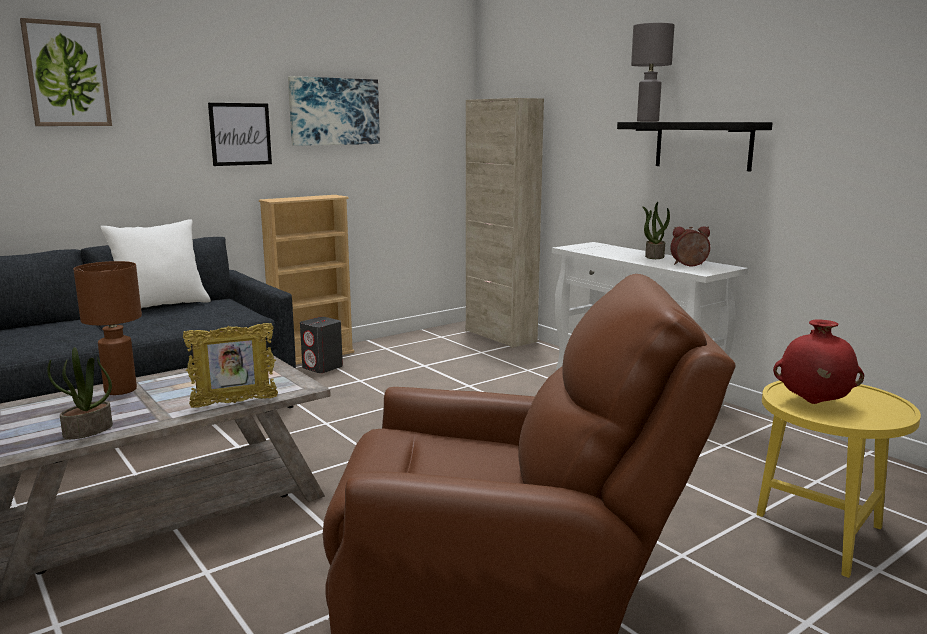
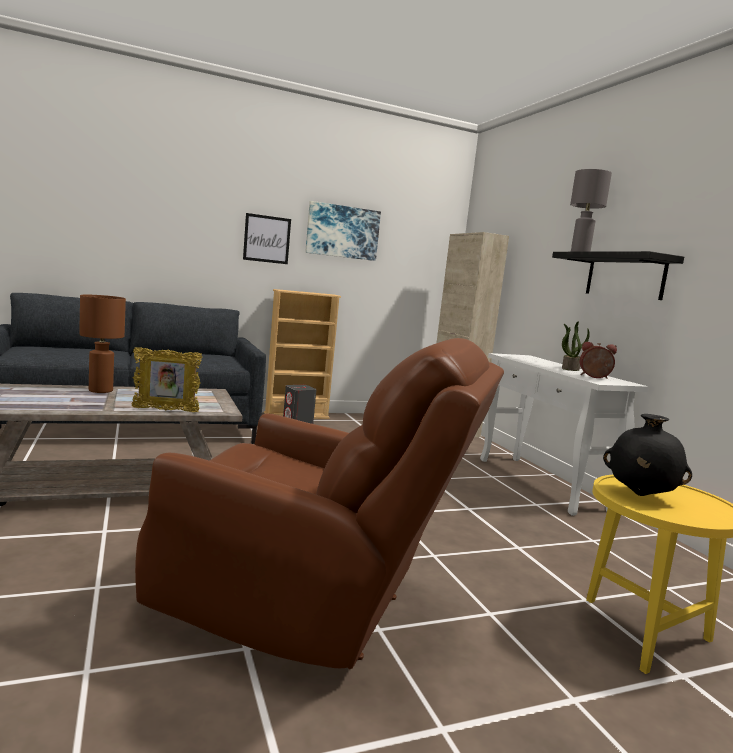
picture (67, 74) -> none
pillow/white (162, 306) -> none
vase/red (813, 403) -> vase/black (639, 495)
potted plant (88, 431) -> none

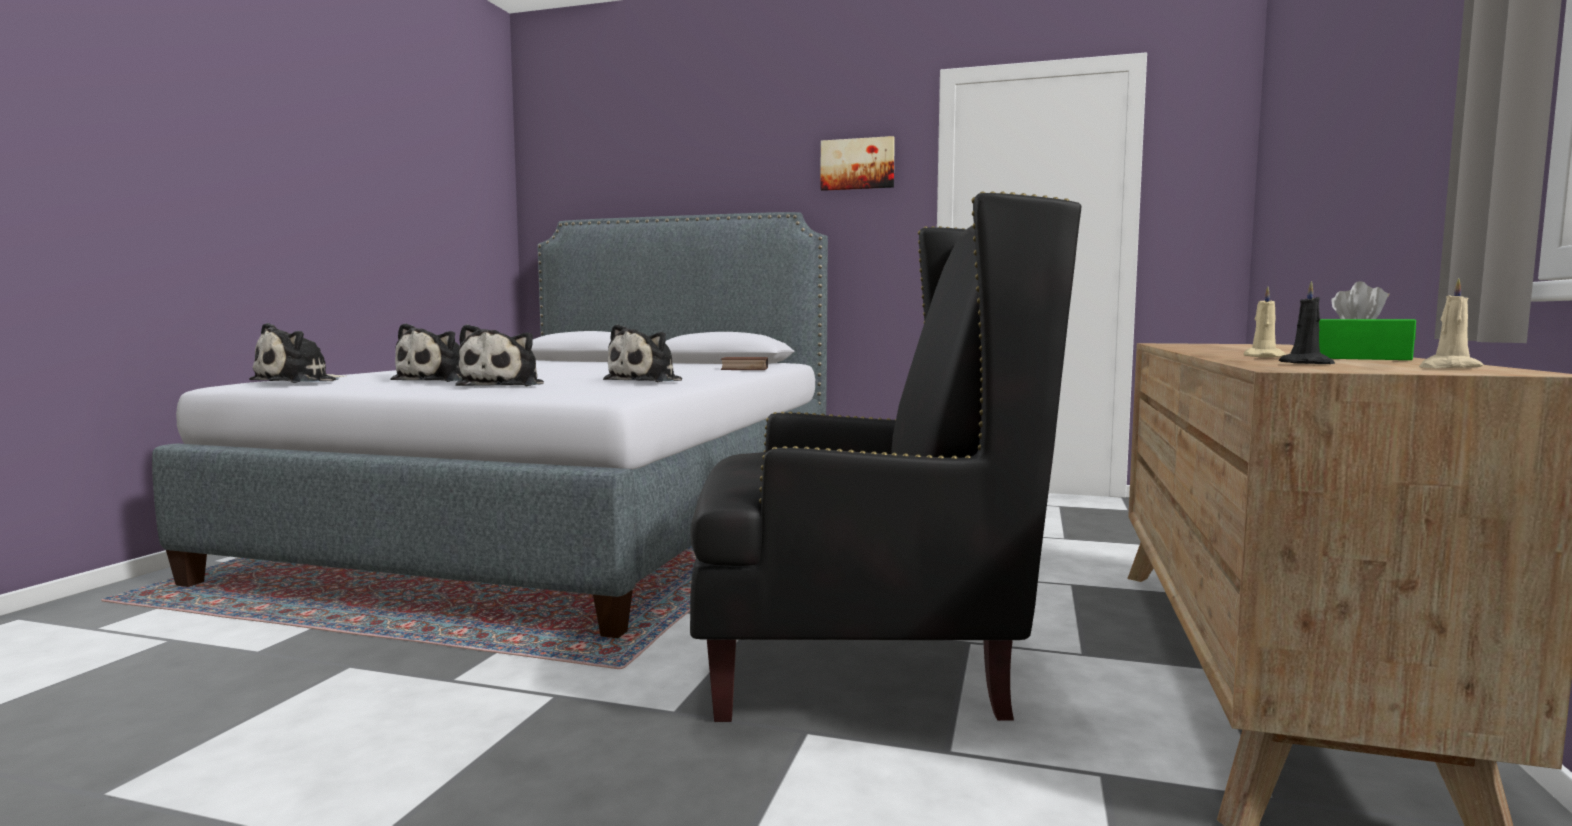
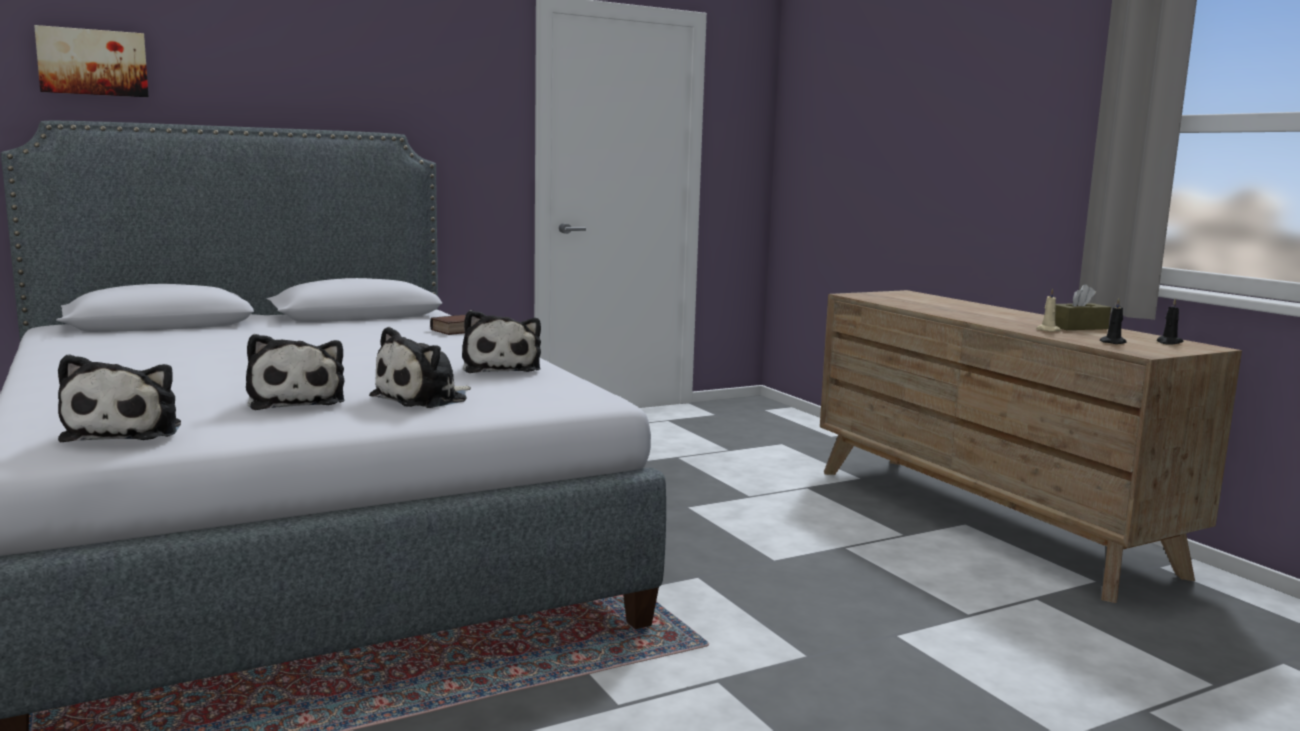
picture (857, 164) -> picture (93, 62), relocated
armchair/black (859, 671) -> none
candle/beige (1448, 367) -> candle/black (1168, 342)
tissue box/green (1353, 358) -> tissue box/brown (1078, 327)
plush toy (505, 385) -> plush toy (424, 398), 75 degrees clockwise

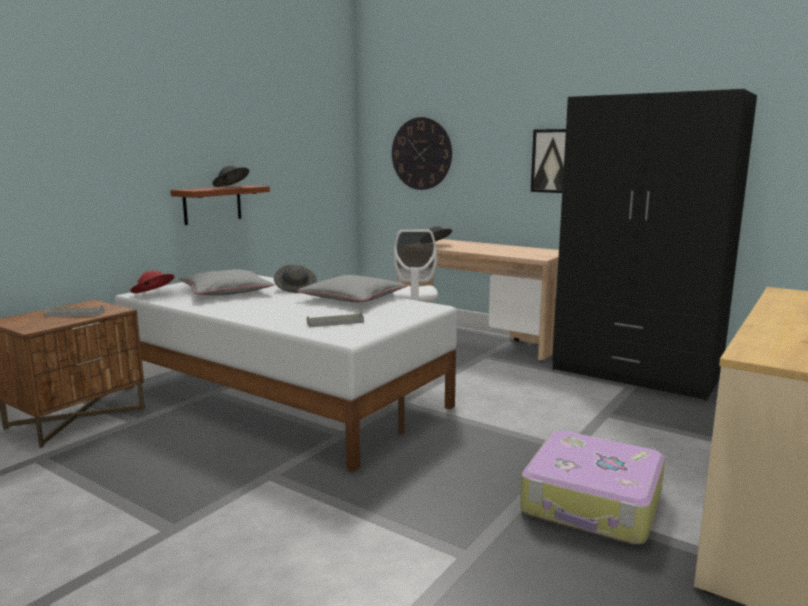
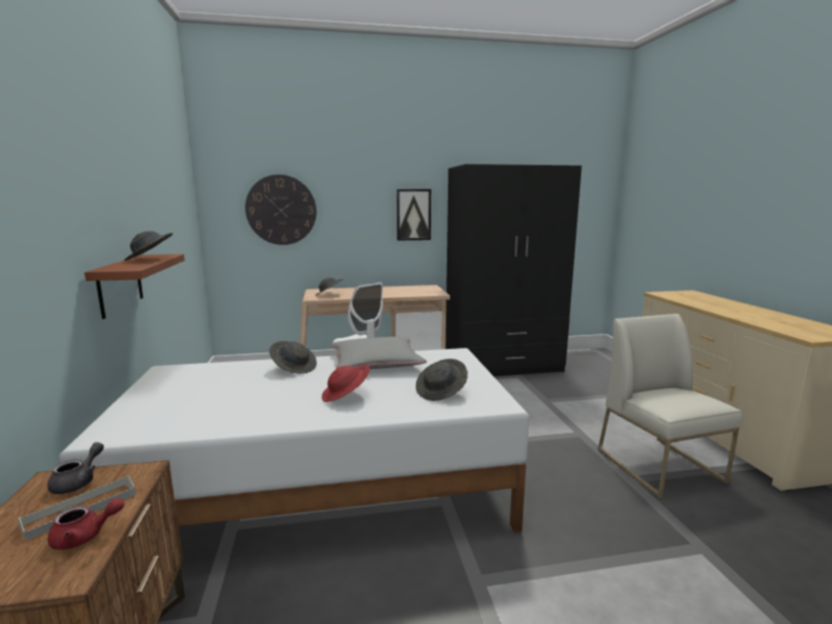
pillow/grey (226, 291) -> none
hat/red (153, 294) -> hat/red (346, 396), relocated
tray/grey (335, 322) -> hat/grey (441, 392)
suitcase (593, 503) -> chair/white (660, 466)
none -> teapot/grey (79, 482)
none -> teapot/red (84, 536)

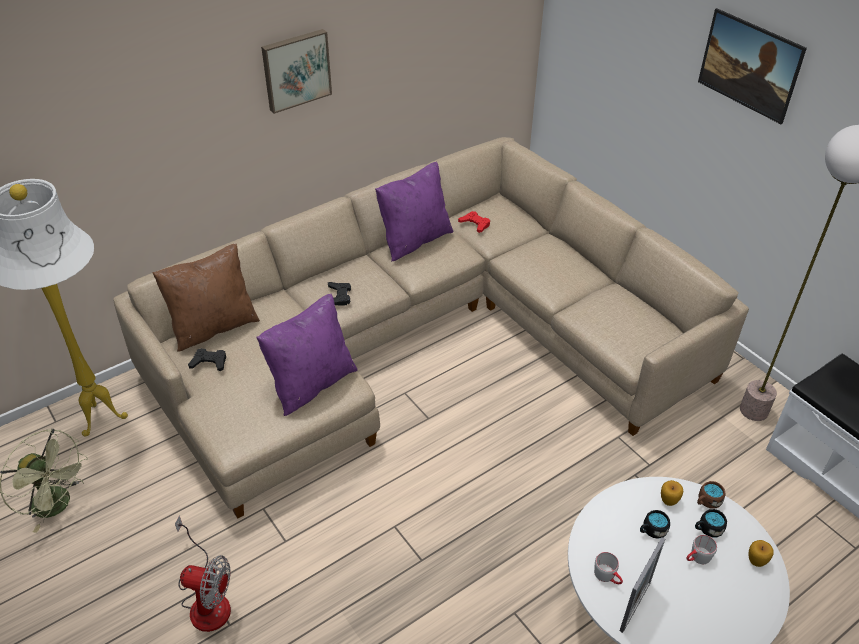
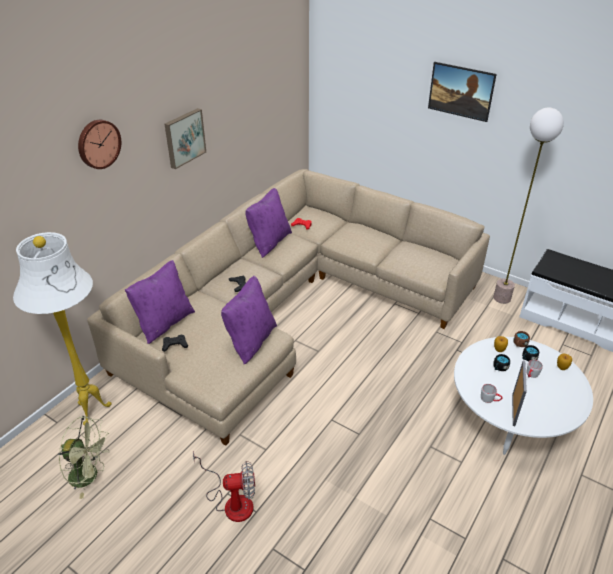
pillow/brown (214, 327) -> pillow/purple (164, 323)
none -> wall clock (98, 143)

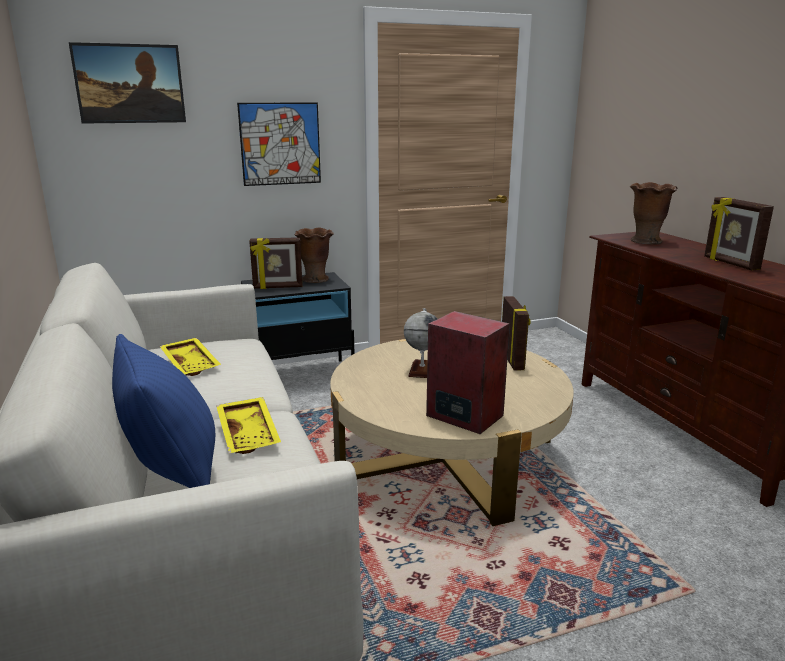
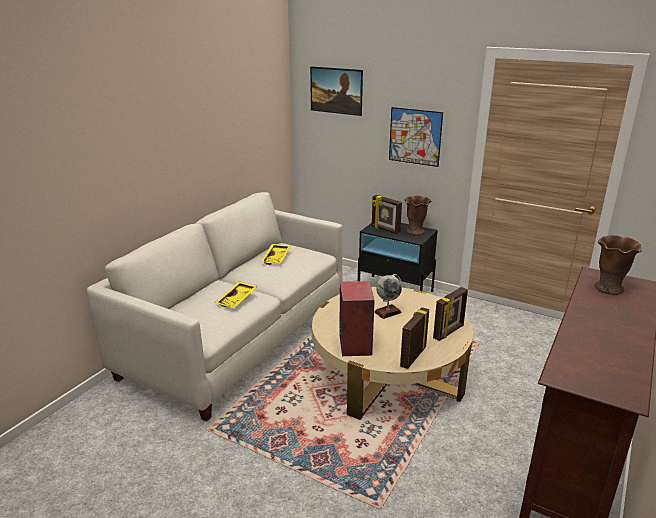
picture frame (730, 263) -> picture frame (412, 356), relocated
pillow/blue (173, 470) -> none

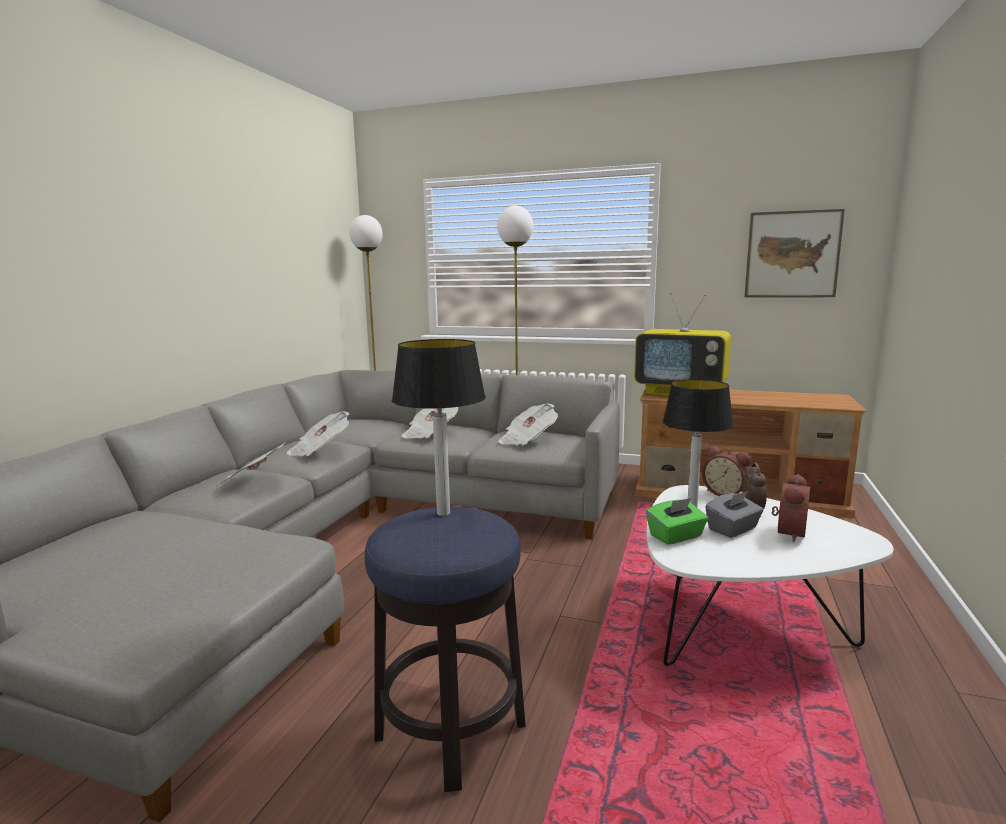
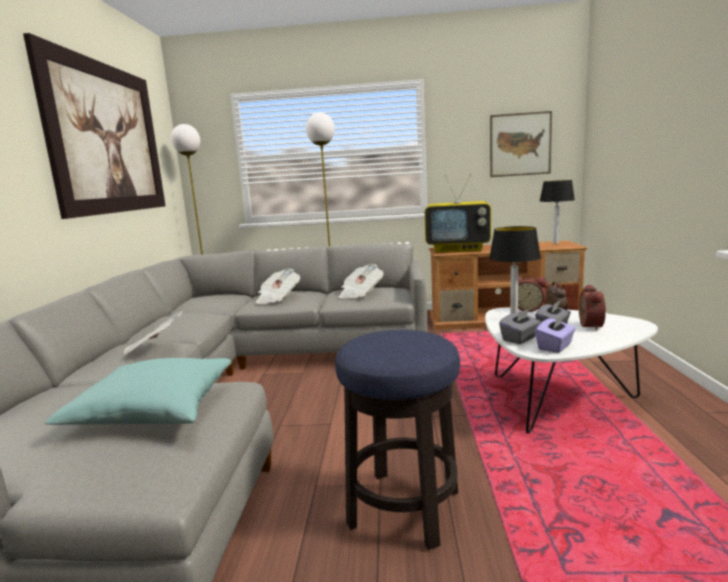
table lamp (444, 513) -> table lamp (555, 243), relocated
newspaper (320, 450) -> none
tissue box/green (676, 536) -> tissue box/grey (520, 338)
none -> picture (107, 139)
none -> tissue box/purple (555, 346)
none -> pillow/turquoise (154, 411)

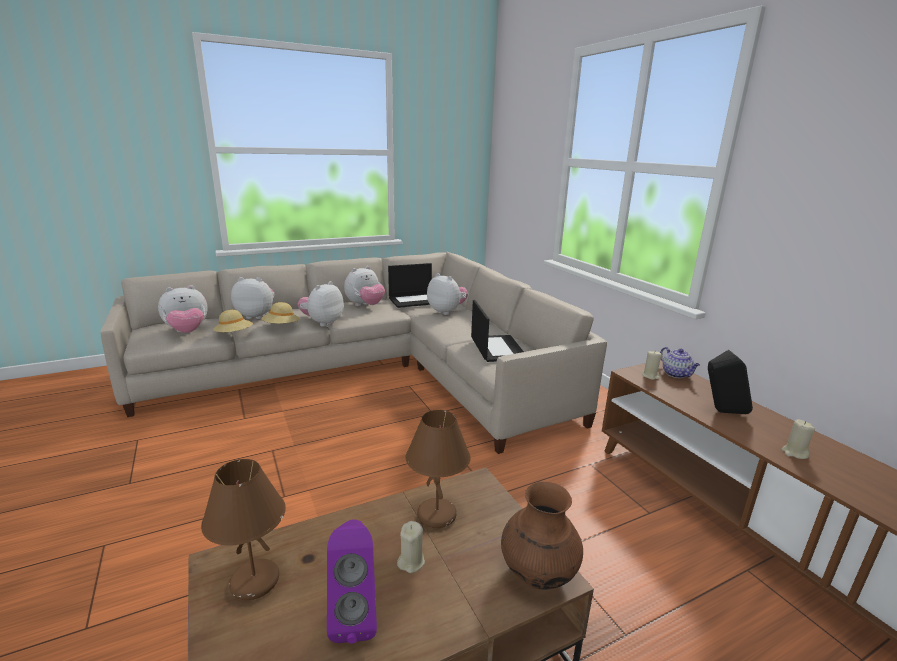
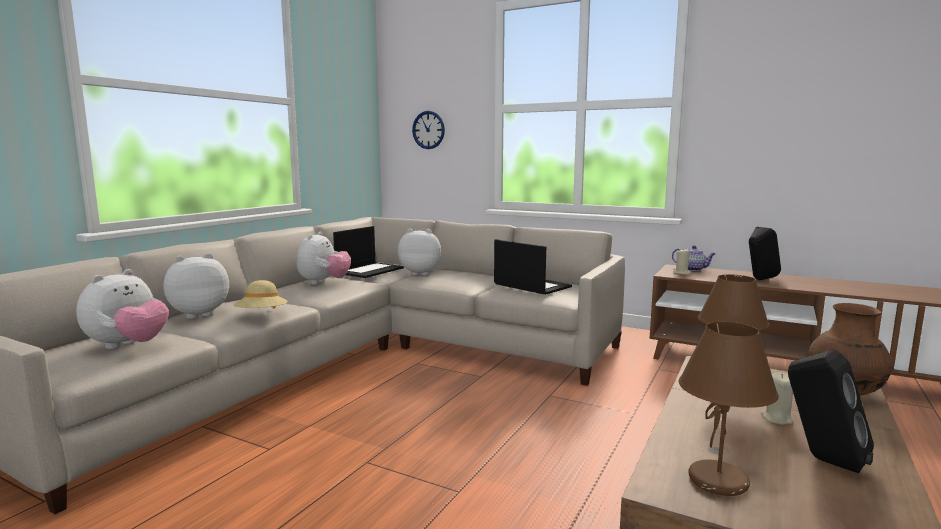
plush toy (322, 322) -> none
hat/beige (234, 335) -> none
candle/beige (794, 453) -> none
speaker/purple (355, 615) -> speaker/black (822, 460)
none -> wall clock (428, 130)

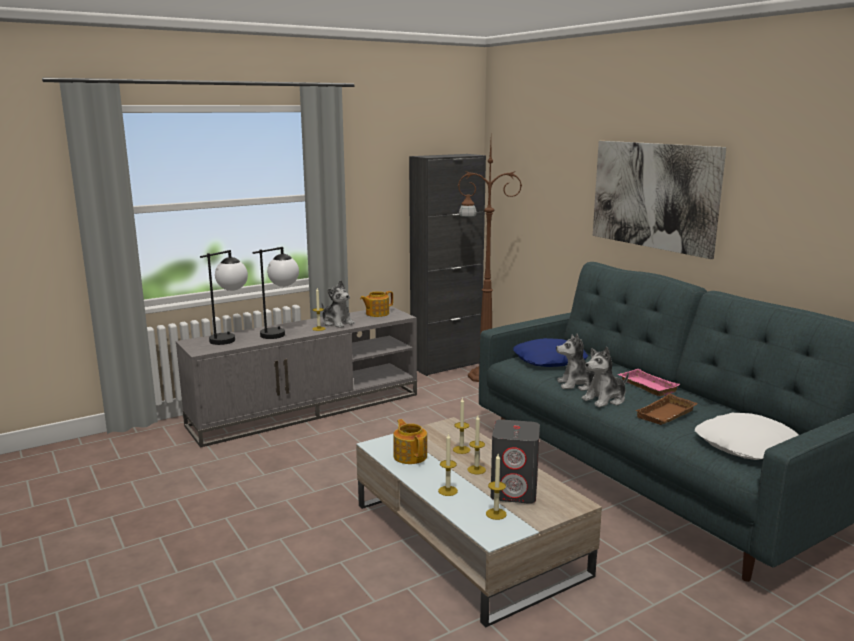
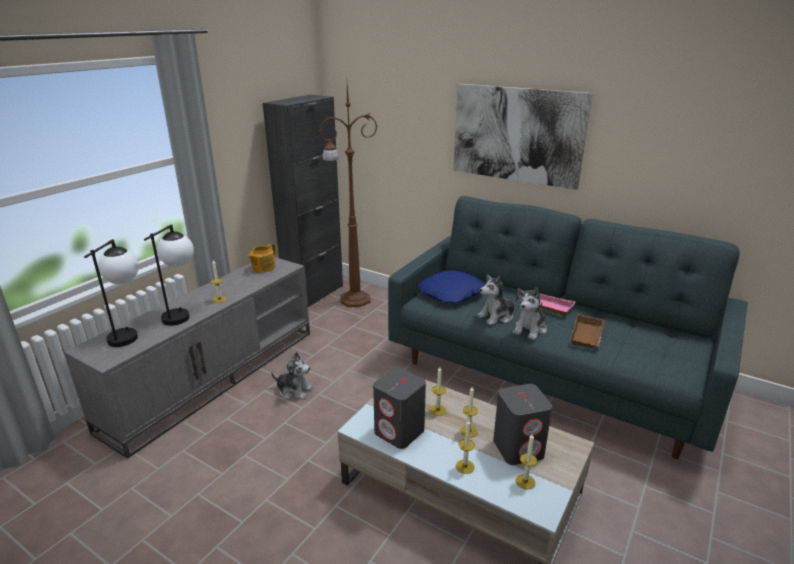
plush toy (337, 323) -> plush toy (294, 390), relocated
pillow/white (747, 446) -> none
teapot (410, 456) -> speaker/grey (400, 432)

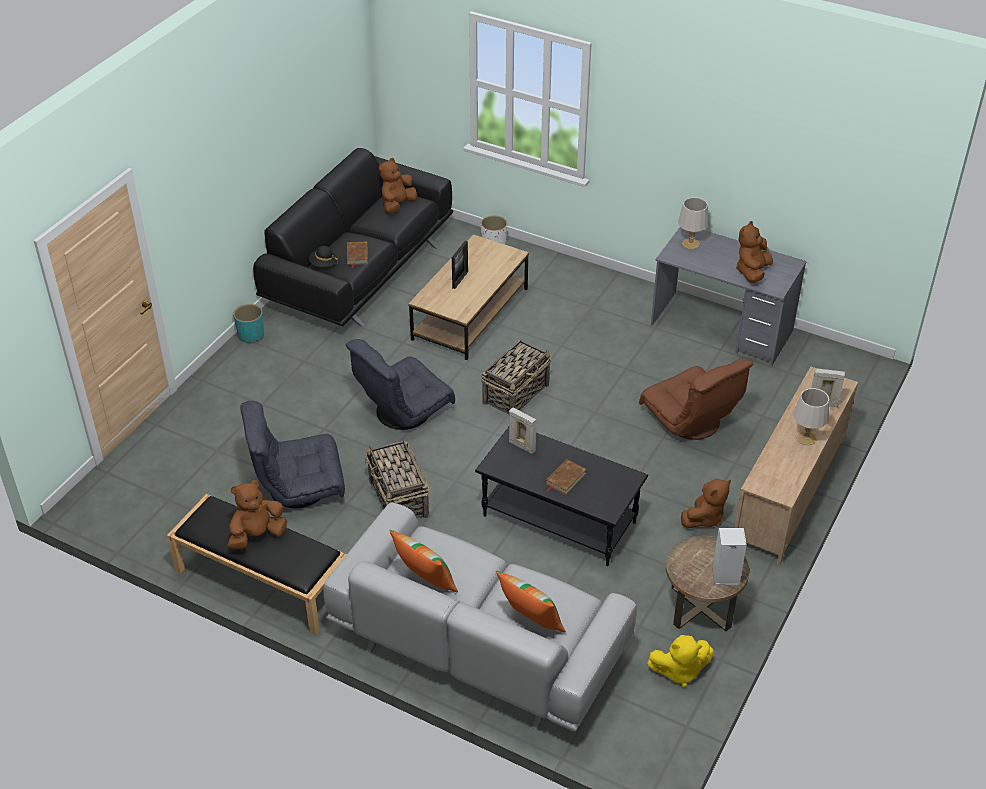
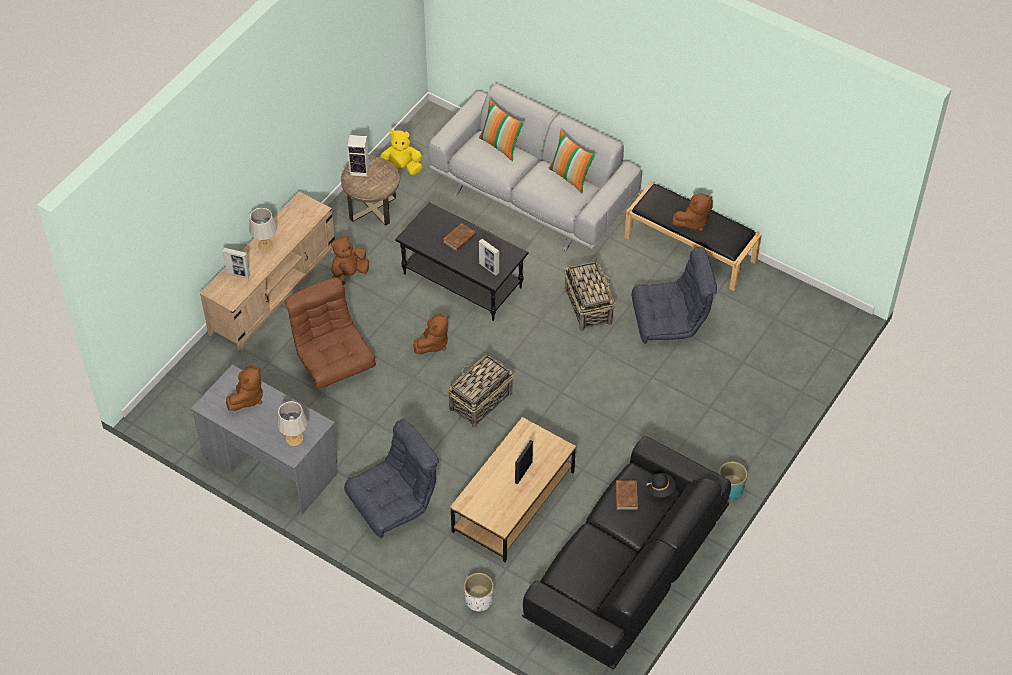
plush toy/brown (397, 205) -> plush toy/brown (433, 343), relocated
armchair/grey (402, 411) -> armchair/grey (394, 504), relocated

